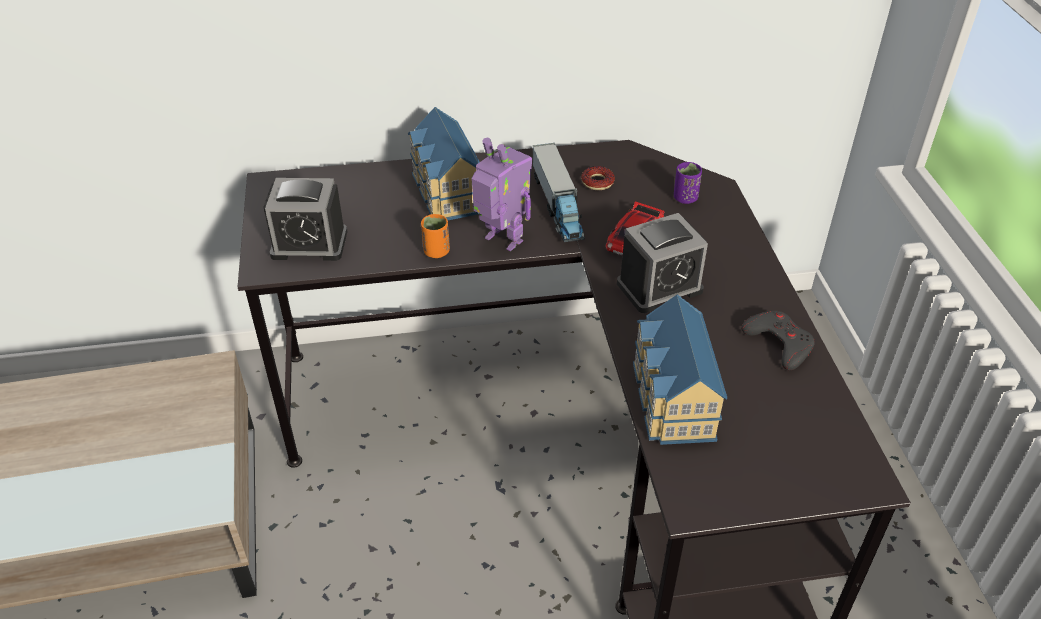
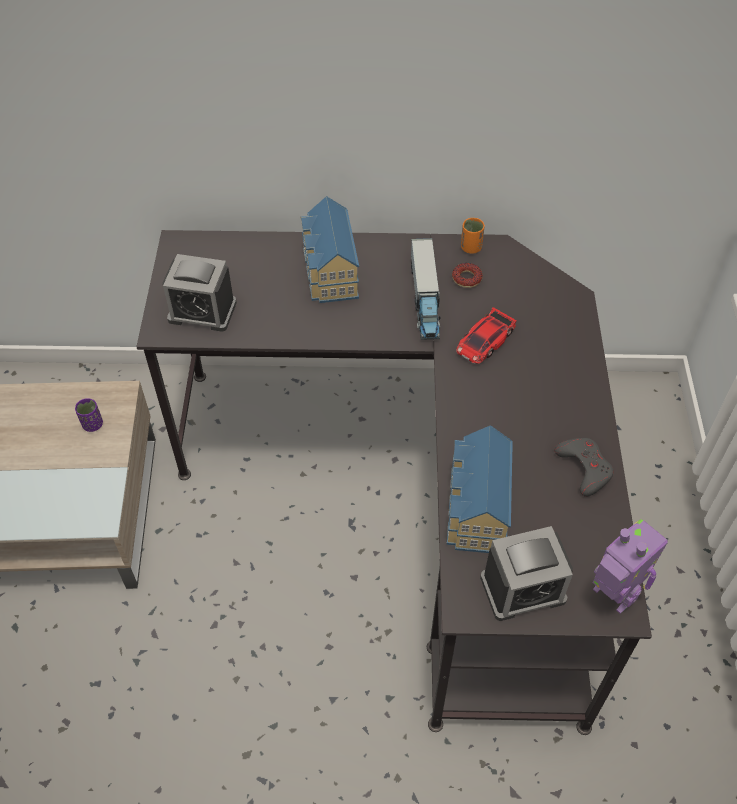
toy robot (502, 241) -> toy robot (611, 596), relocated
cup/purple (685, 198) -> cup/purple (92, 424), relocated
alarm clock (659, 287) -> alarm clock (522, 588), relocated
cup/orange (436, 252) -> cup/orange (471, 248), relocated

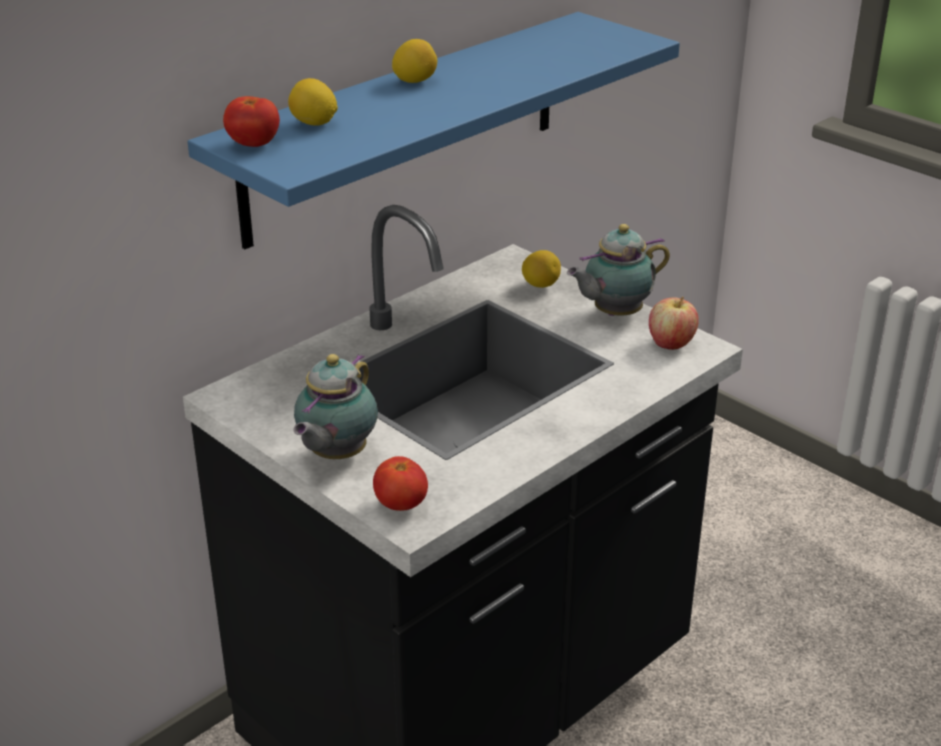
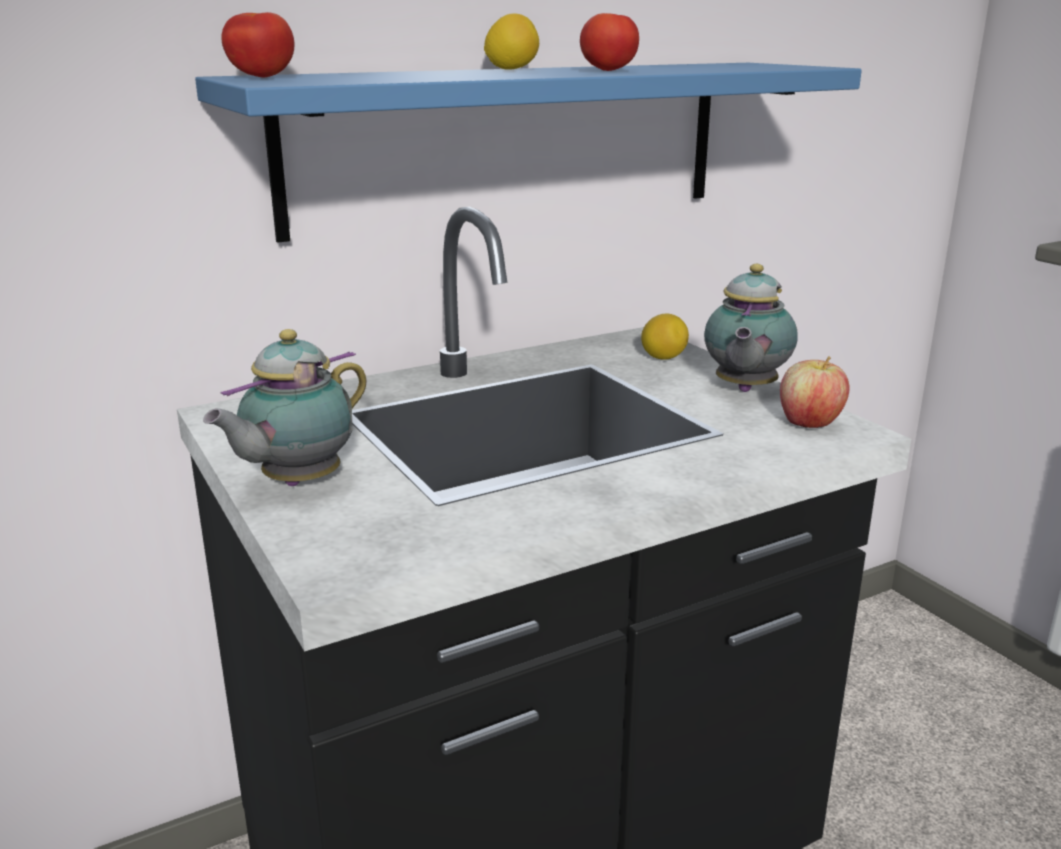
lemon (313, 124) -> none
teapot (614, 314) -> teapot (743, 389), 60 degrees counterclockwise
tomato (401, 505) -> tomato (608, 71), relocated

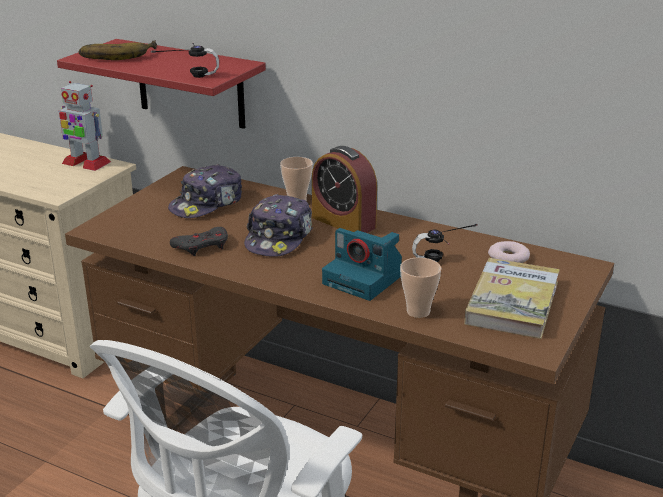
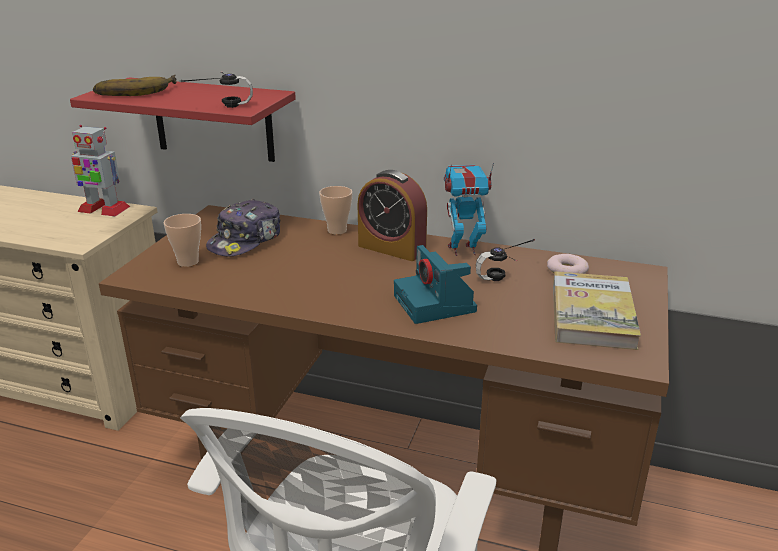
cap (279, 238) -> none
game controller/grey (202, 246) -> none
photo camera (365, 279) -> photo camera (436, 304), 45 degrees clockwise
cup (418, 312) -> cup (188, 262), relocated
none -> toy robot (463, 249)

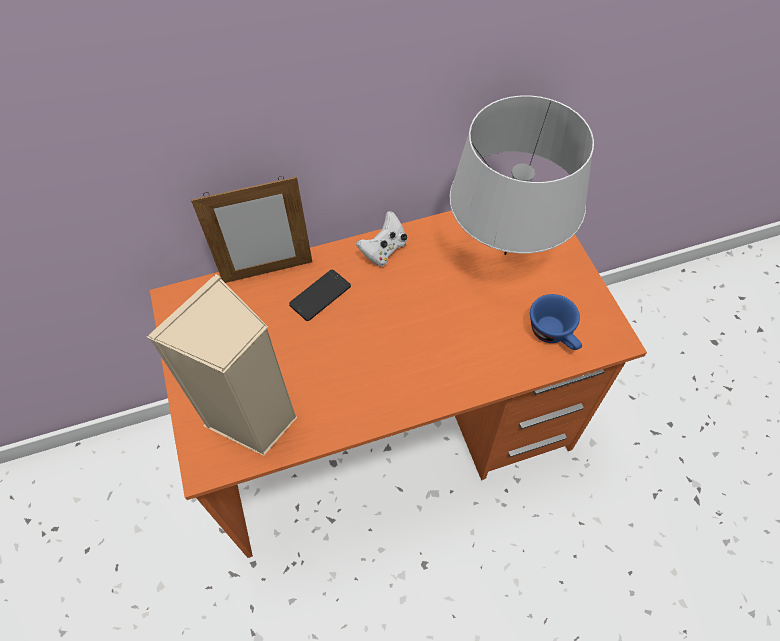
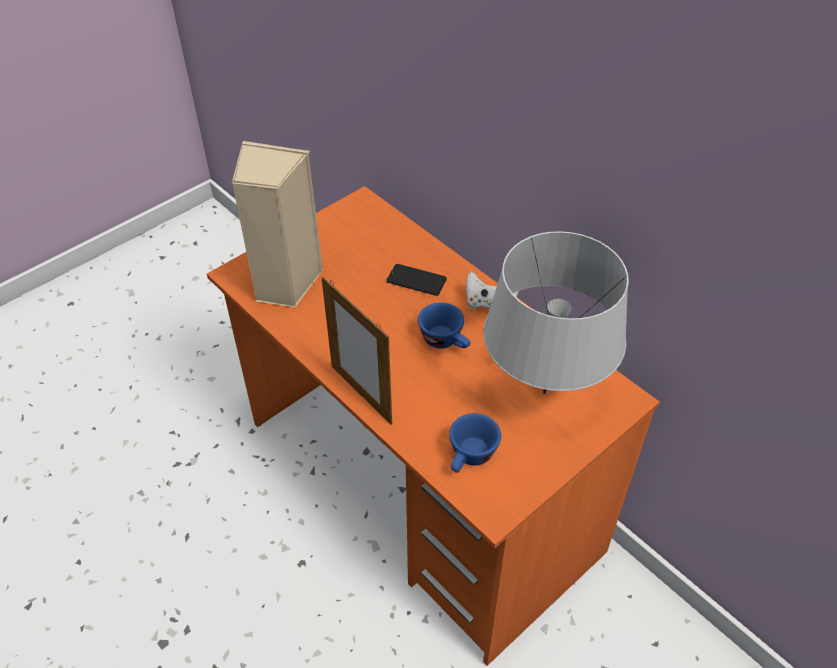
picture frame (268, 272) -> picture frame (361, 394), relocated
none -> cup/blue (446, 341)

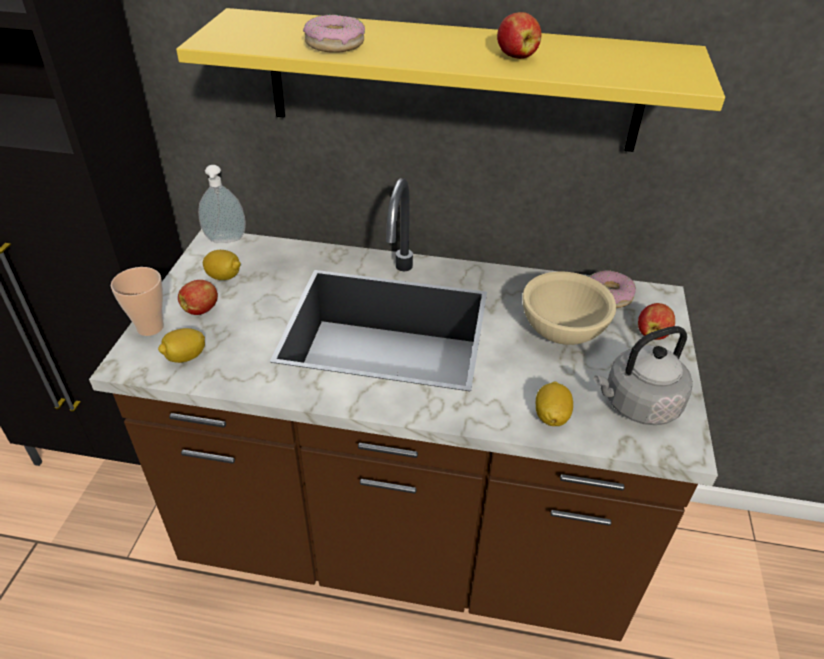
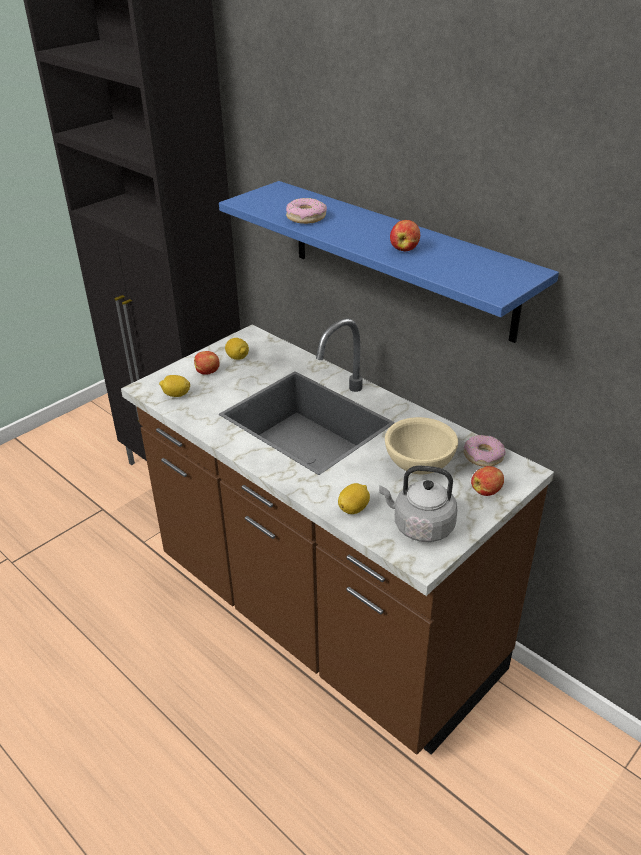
shelf/yellow (452, 81) -> shelf/blue (399, 258)
soap dispenser (226, 241) -> none
cup (150, 327) -> none

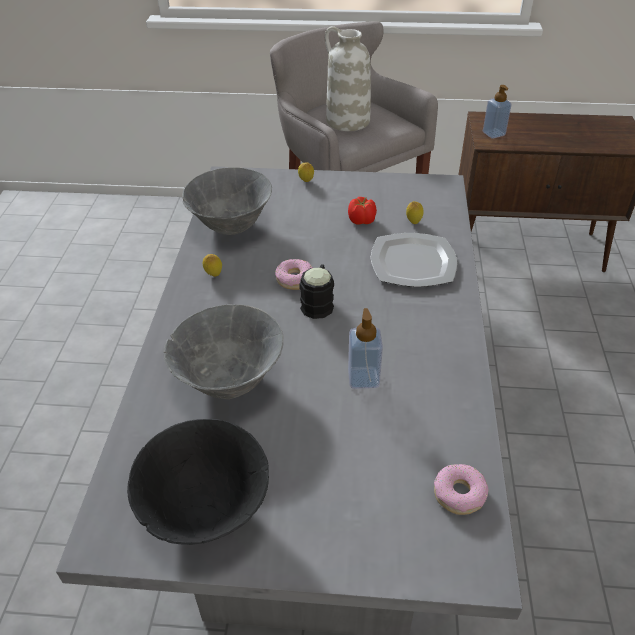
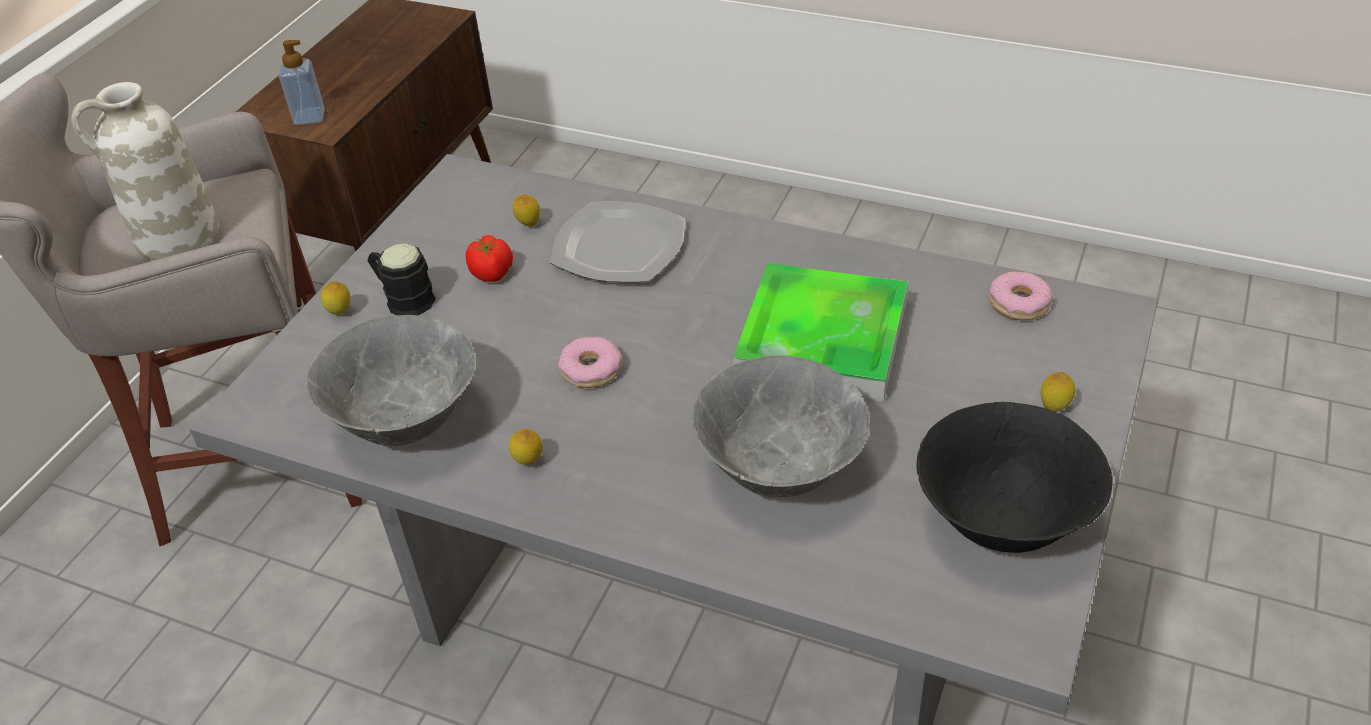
mug/black (318, 302) -> mug/black (403, 298), relocated
soap dispenser (363, 378) -> tray (822, 340)
none -> lemon (1054, 408)

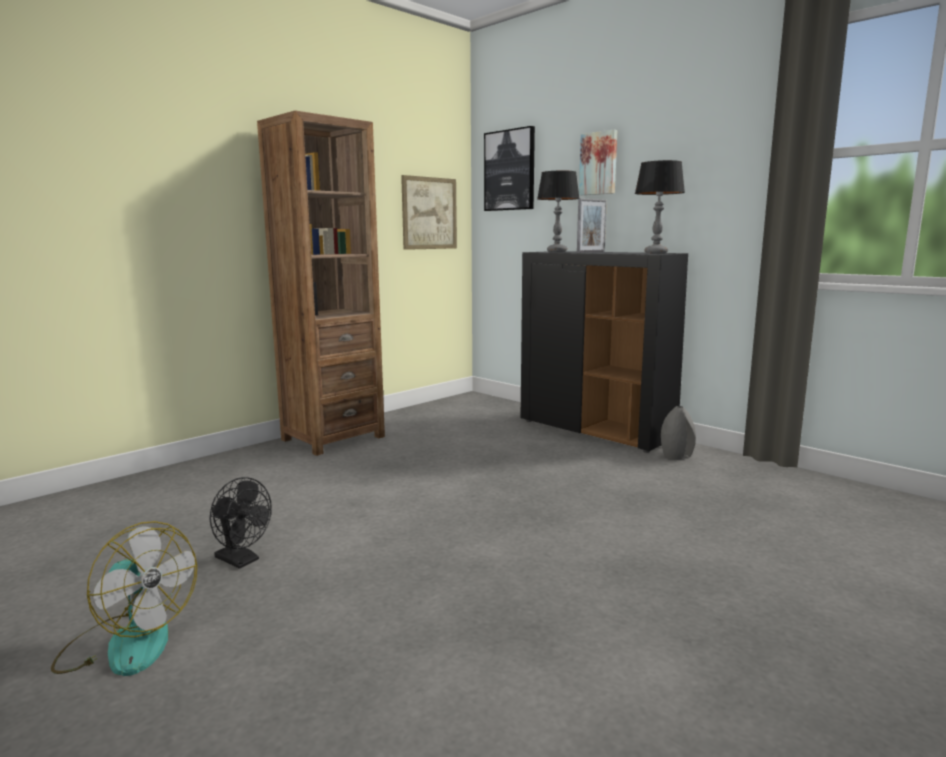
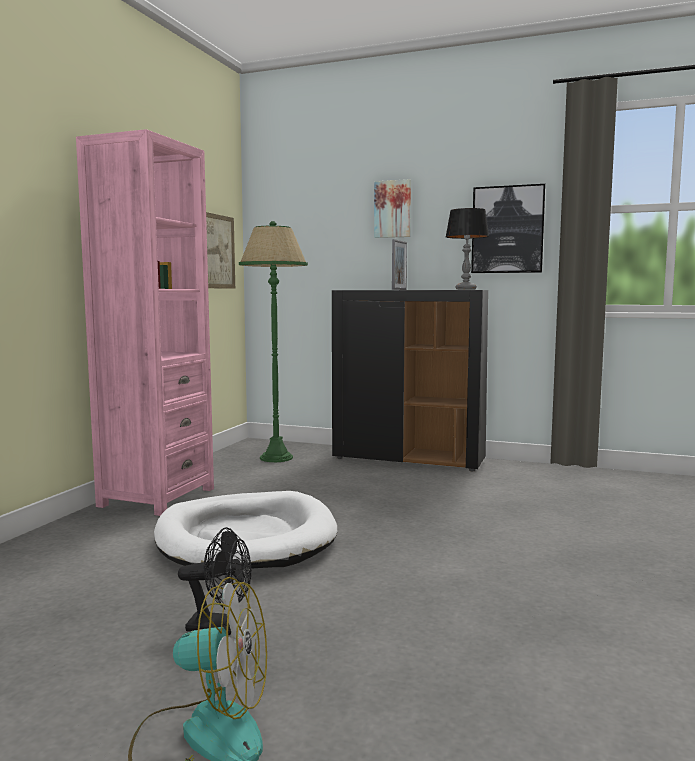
bookcase/brown (333, 438) -> bookcase/pink (157, 497)
picture (510, 170) -> picture (507, 230), relocated
table lamp (556, 251) -> none
vase/grey (677, 456) -> none
none -> floor lamp/green (276, 458)
none -> dog bed/white (246, 538)

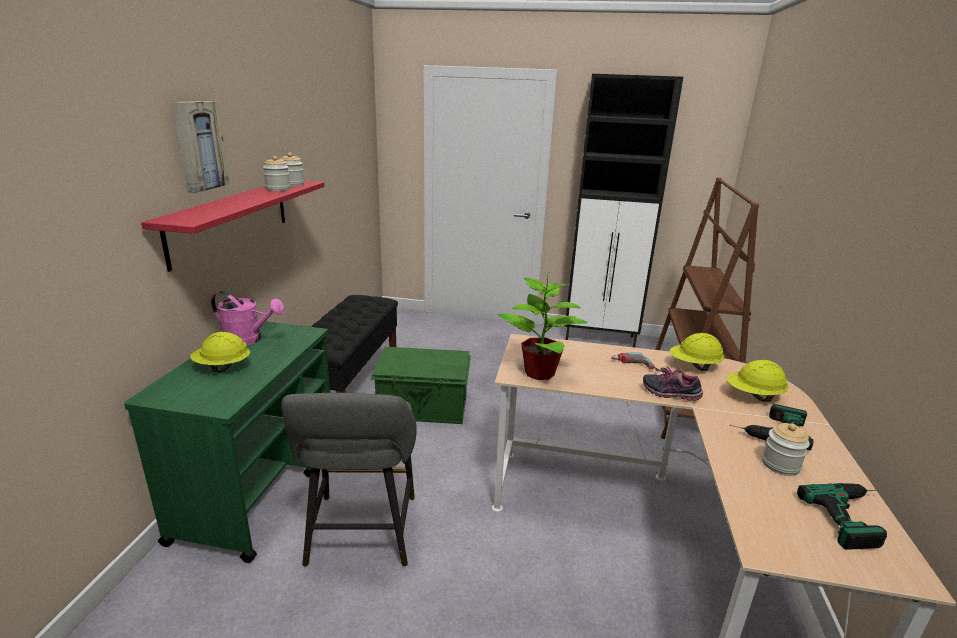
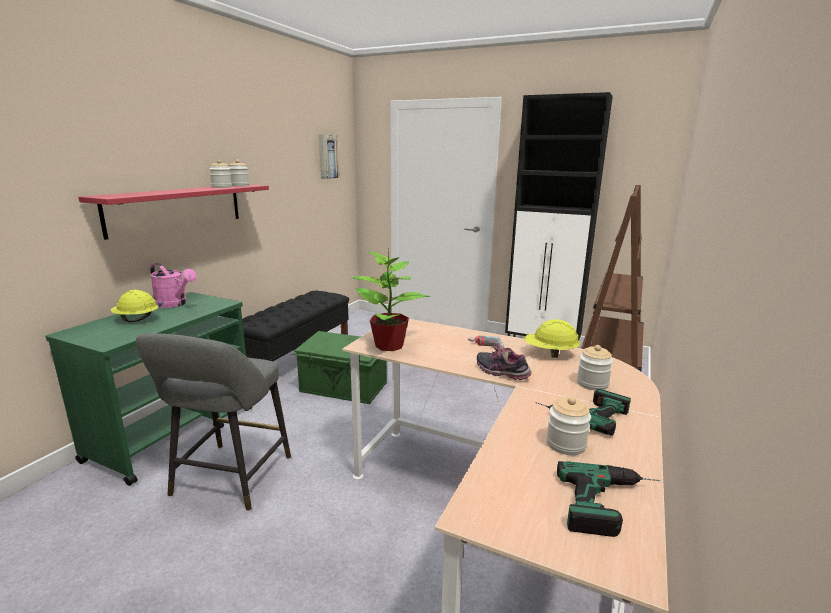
picture (199, 146) -> picture (328, 156), relocated
hard hat/yellow (753, 396) -> jar (592, 383)

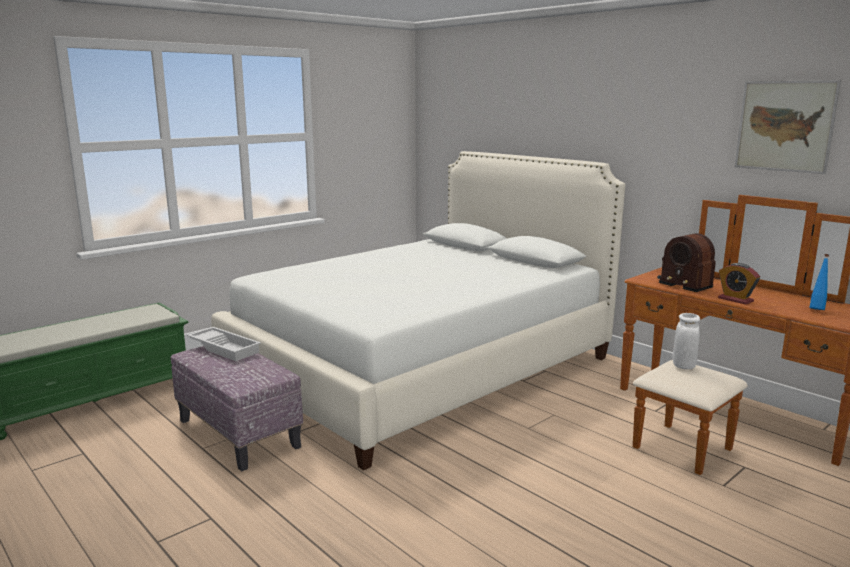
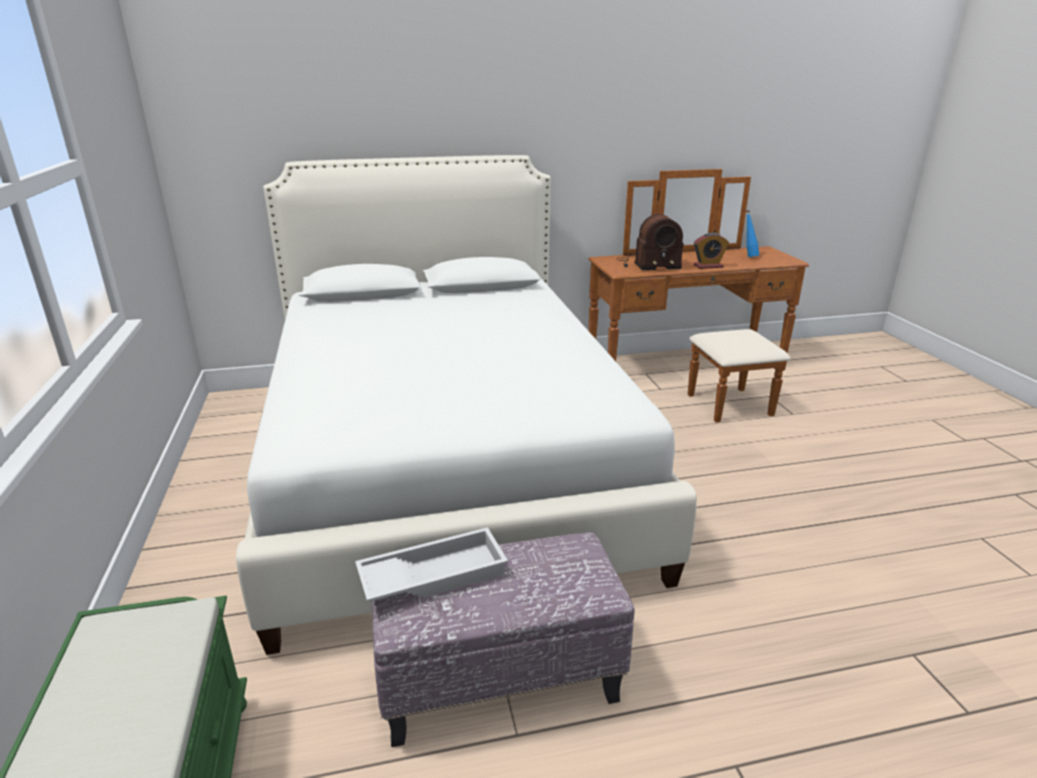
picture (785, 126) -> none
vase/white (683, 366) -> none

